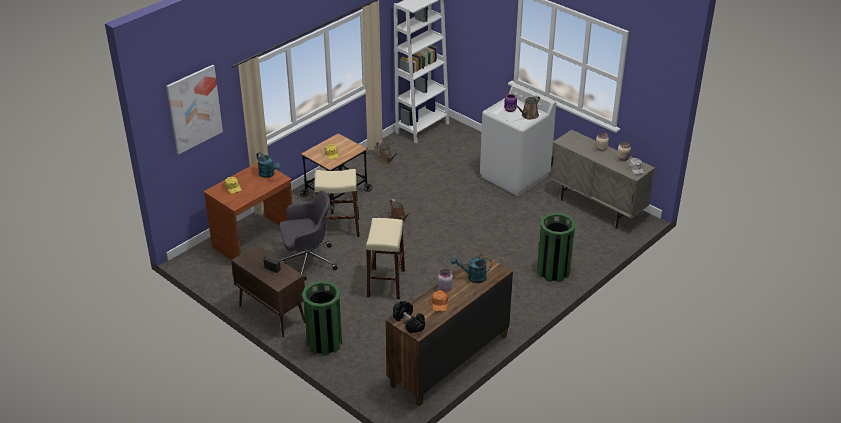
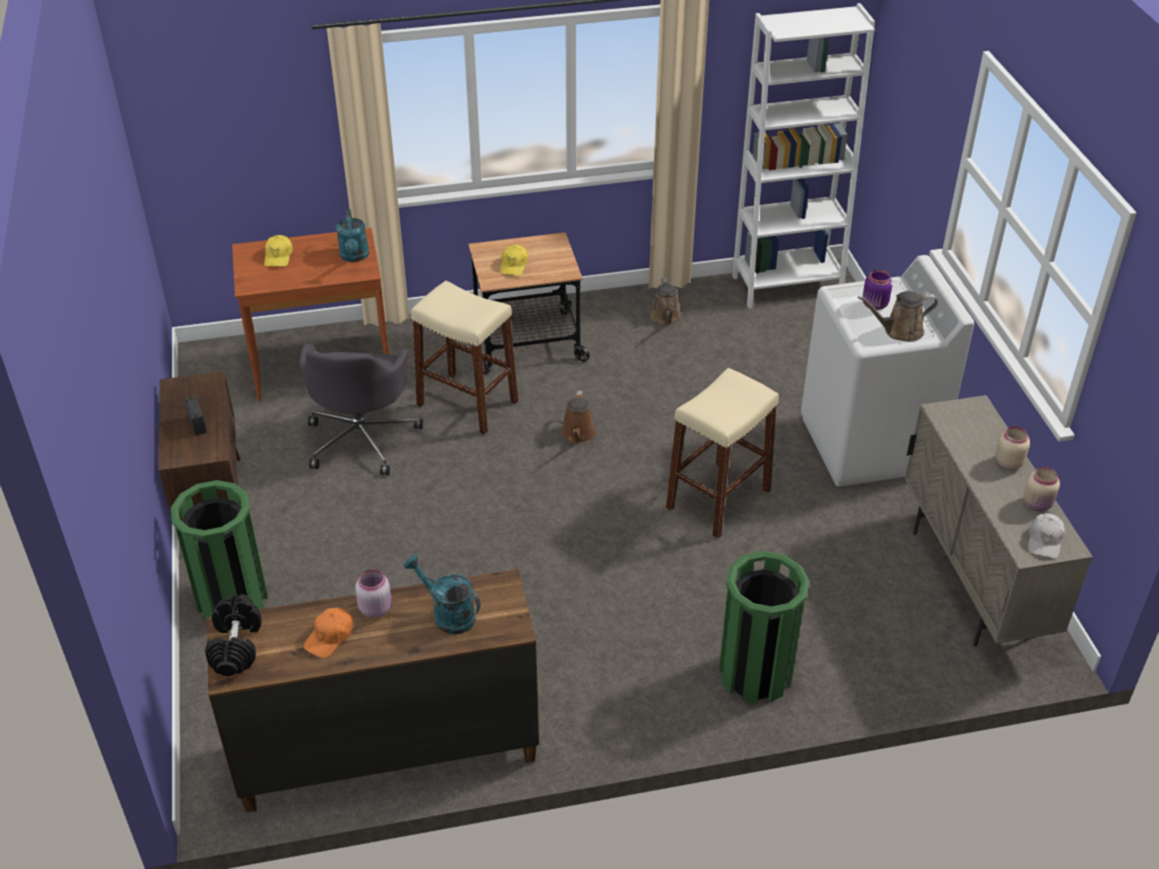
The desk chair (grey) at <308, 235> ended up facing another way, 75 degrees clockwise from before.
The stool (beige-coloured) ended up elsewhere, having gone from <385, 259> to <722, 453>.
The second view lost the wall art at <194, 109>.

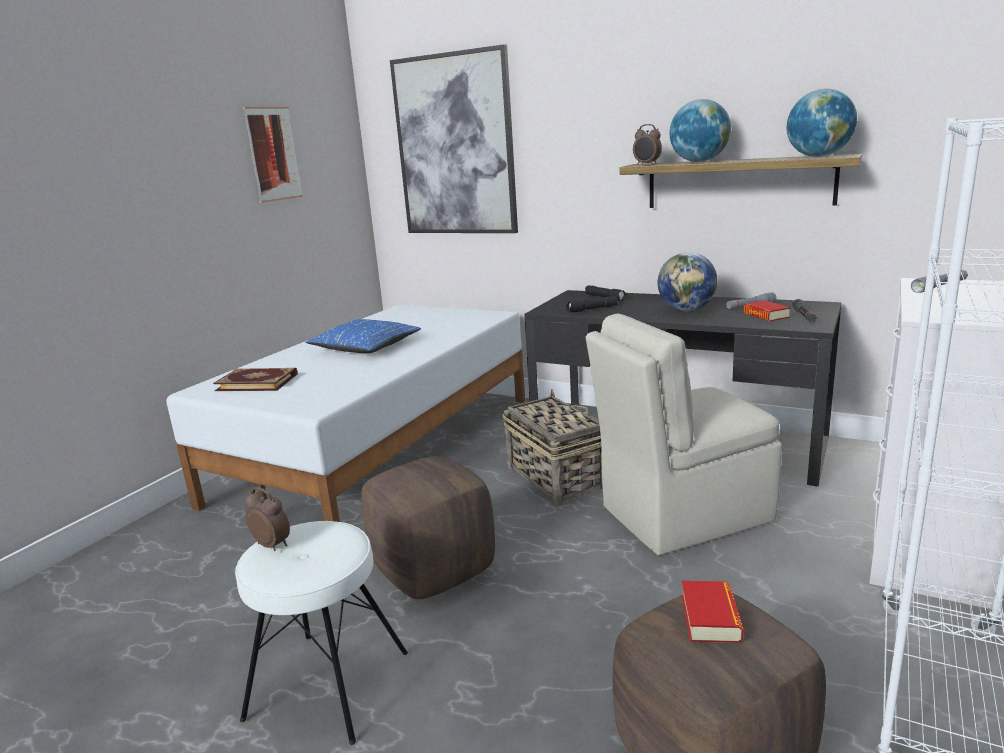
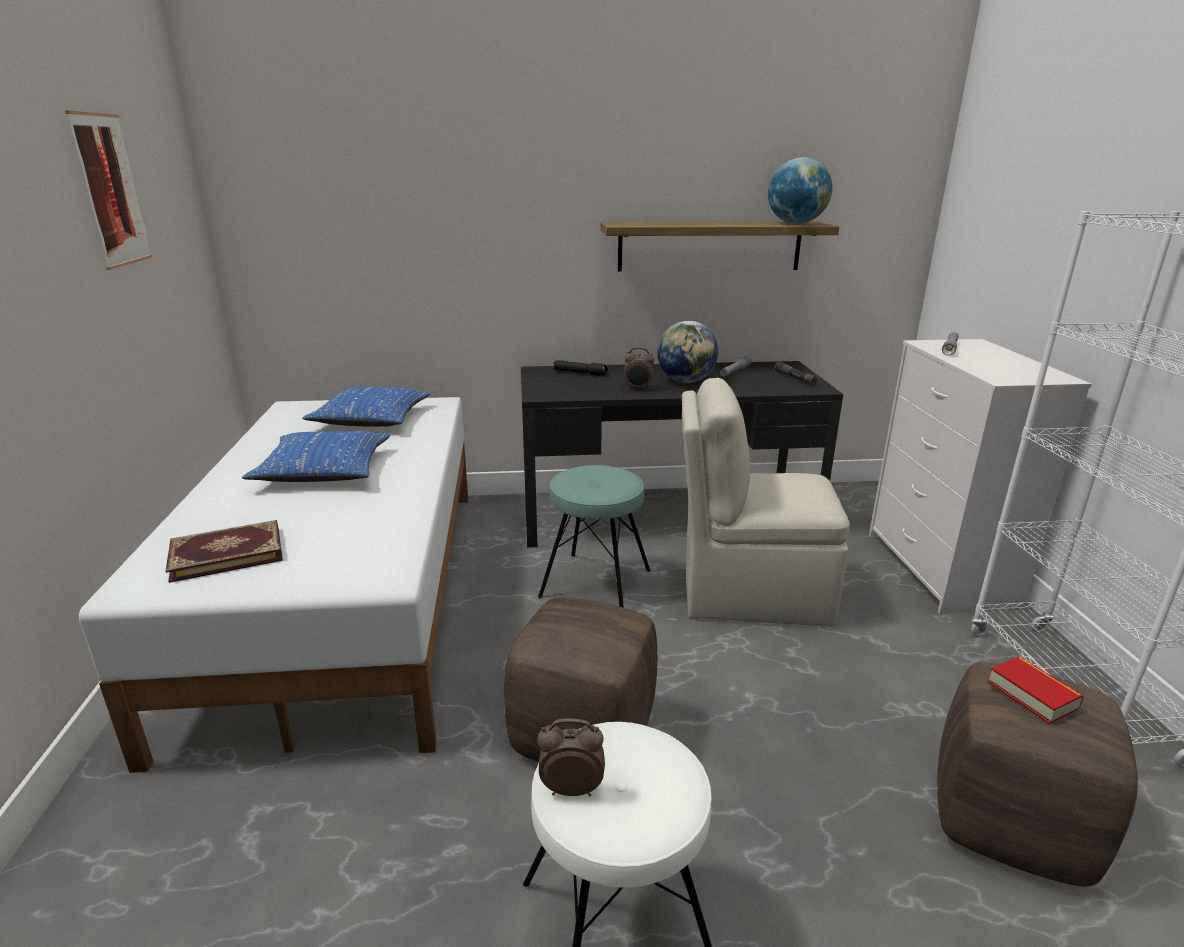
The second view gained the throw pillow (blue) at <366, 407>.
Where the storage basket stood at <552, 448>, the stool (turquoise-coloured) came to stand at <594, 536>.
The table clock ended up elsewhere, having gone from <647, 144> to <638, 369>.
The plain chair (beige-coloured) at <684, 434> ended up facing another way, 60 degrees clockwise from before.
The second view lost the wall art at <454, 138>.
The second view lost the flashlight (black) at <591, 304>.
The second view lost the globe at <700, 130>.
The second view lost the volume at <766, 310>.

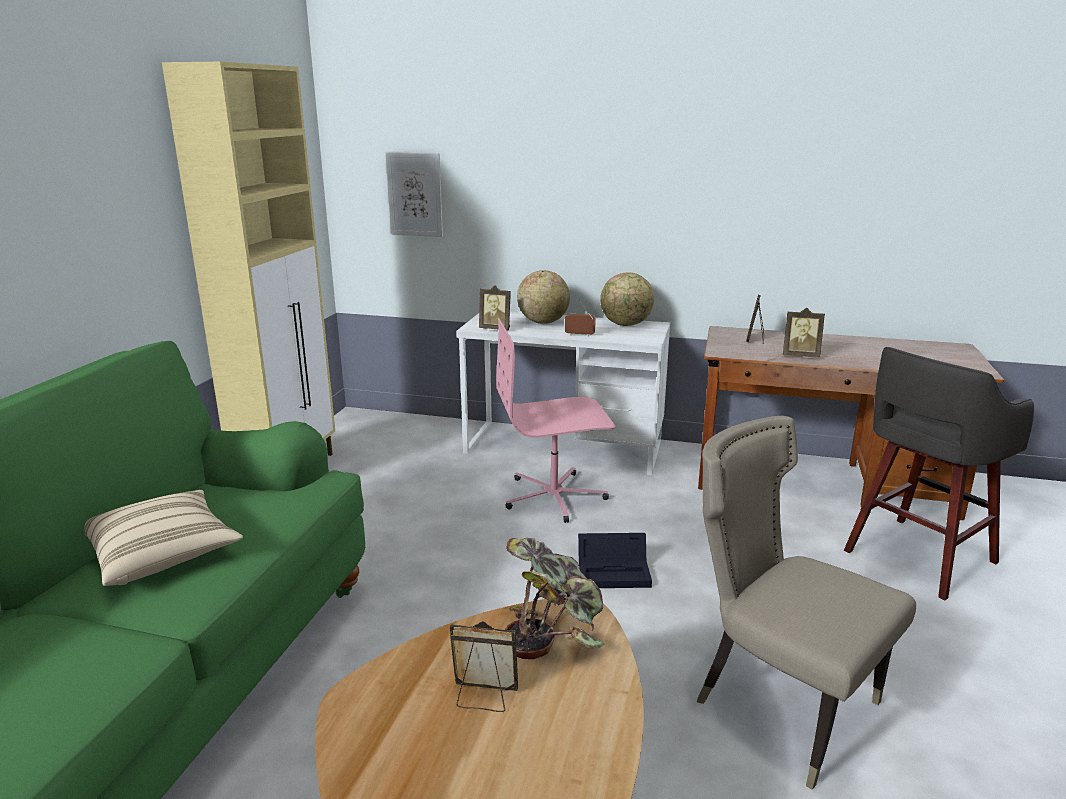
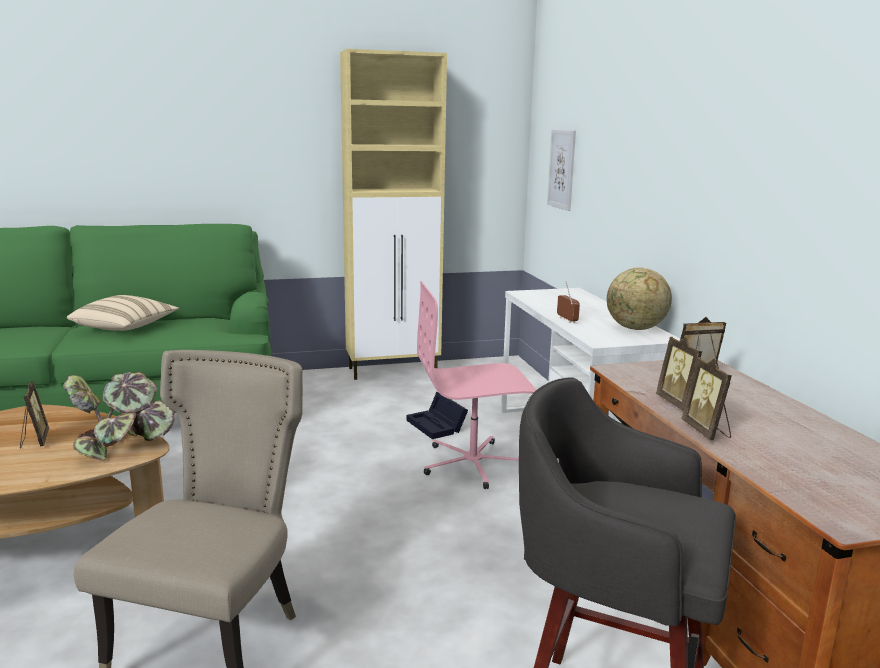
The storage bin (black) ended up elsewhere, having gone from <615, 560> to <437, 415>.
The desk chair (pink) at <556, 420> ended up facing another way, 60 degrees counterclockwise from before.
The picture frame ended up elsewhere, having gone from <495, 307> to <706, 398>.
The second view lost the globe at <543, 297>.

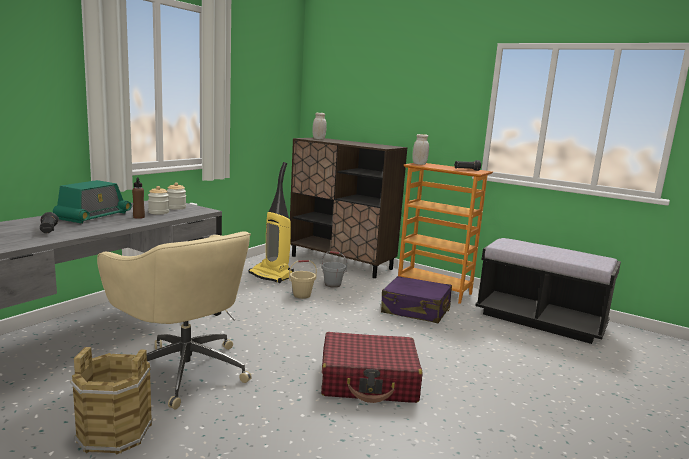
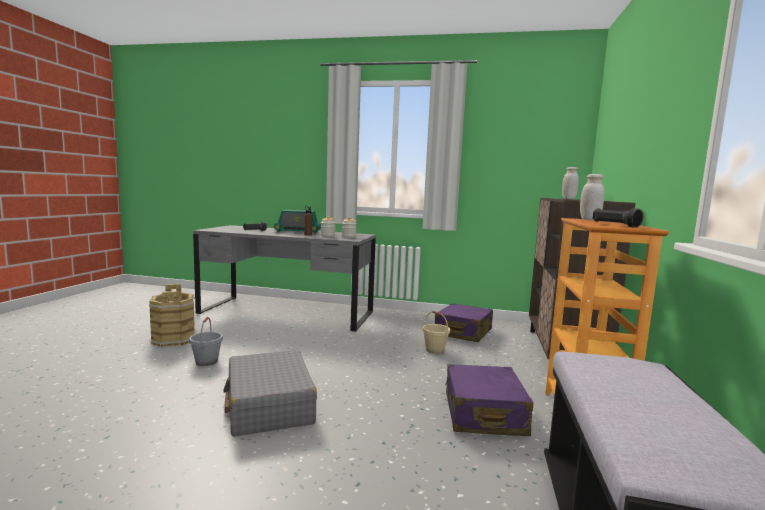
The pail (grey) ended up elsewhere, having gone from <334, 269> to <206, 341>.
What was the suitcase (red) at <372, 367> turned into the suitcase (grey) at <270, 393>.
Where the vacuum stood at <271, 222>, the suitcase (purplish) came to stand at <464, 322>.
The second view lost the desk chair (beige-coloured) at <174, 320>.

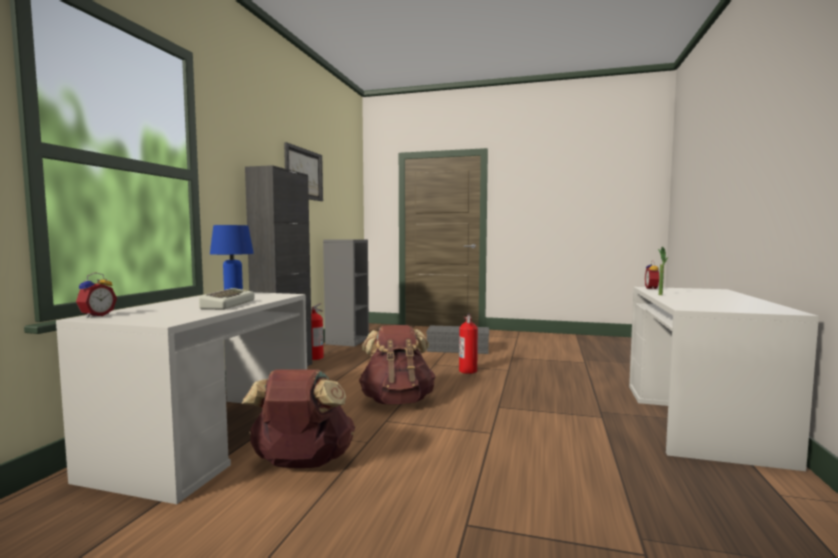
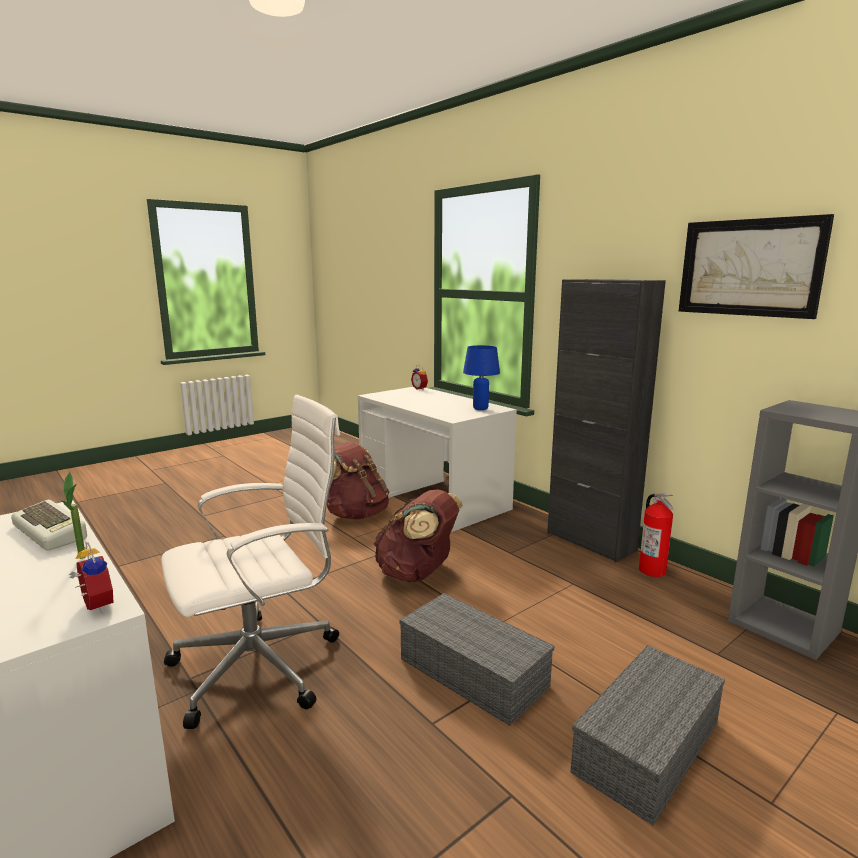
The keyboard ended up elsewhere, having gone from <227, 299> to <49, 525>.
The second view gained the desk chair (white-coloured) at <250, 562>.
Where the fire-fighting cylinder stood at <468, 343>, the storage bin (grey) came to stand at <476, 659>.

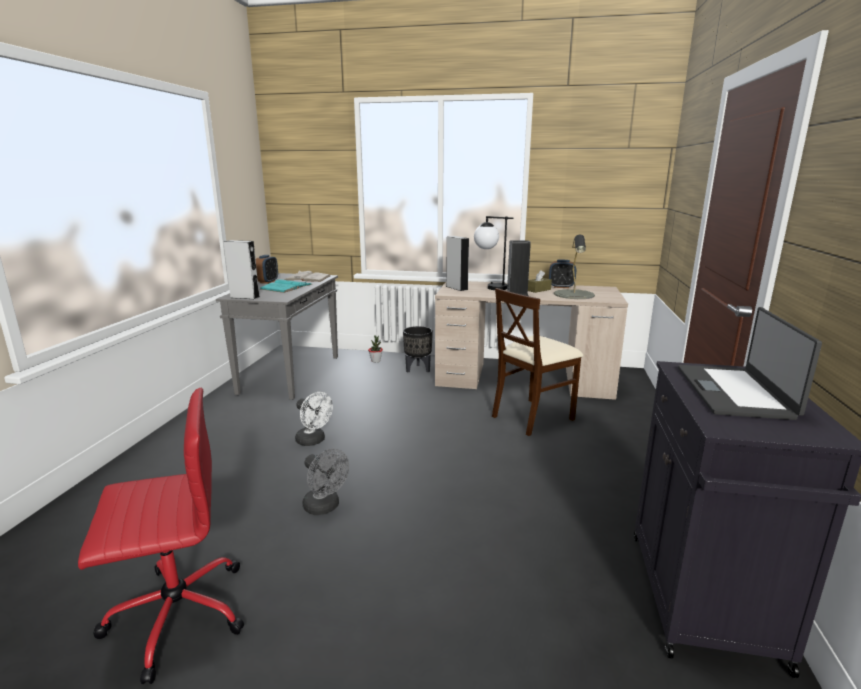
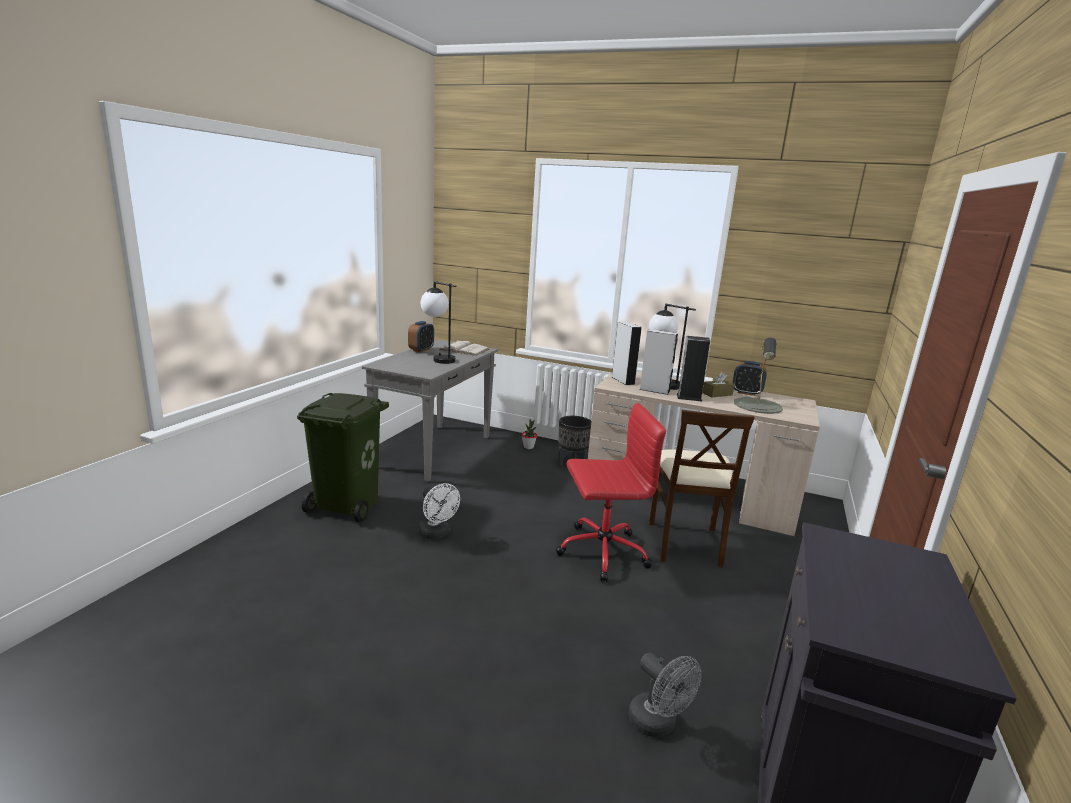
The second view gained the waste bin (greenish) at <343, 457>.
Where the volume (turquoise-coloured) stood at <286, 286>, the tabletop lamp came to stand at <439, 322>.
The desk chair (red) ended up elsewhere, having gone from <161, 536> to <611, 492>.
The cooling fan (grey) ended up elsewhere, having gone from <325, 482> to <664, 694>.
The audio speaker (grey) ended up elsewhere, having gone from <241, 269> to <658, 362>.
The plain chair (beige-coloured) at <537, 362> ended up facing another way, 60 degrees counterclockwise from before.
The second view lost the portable computer at <750, 363>.

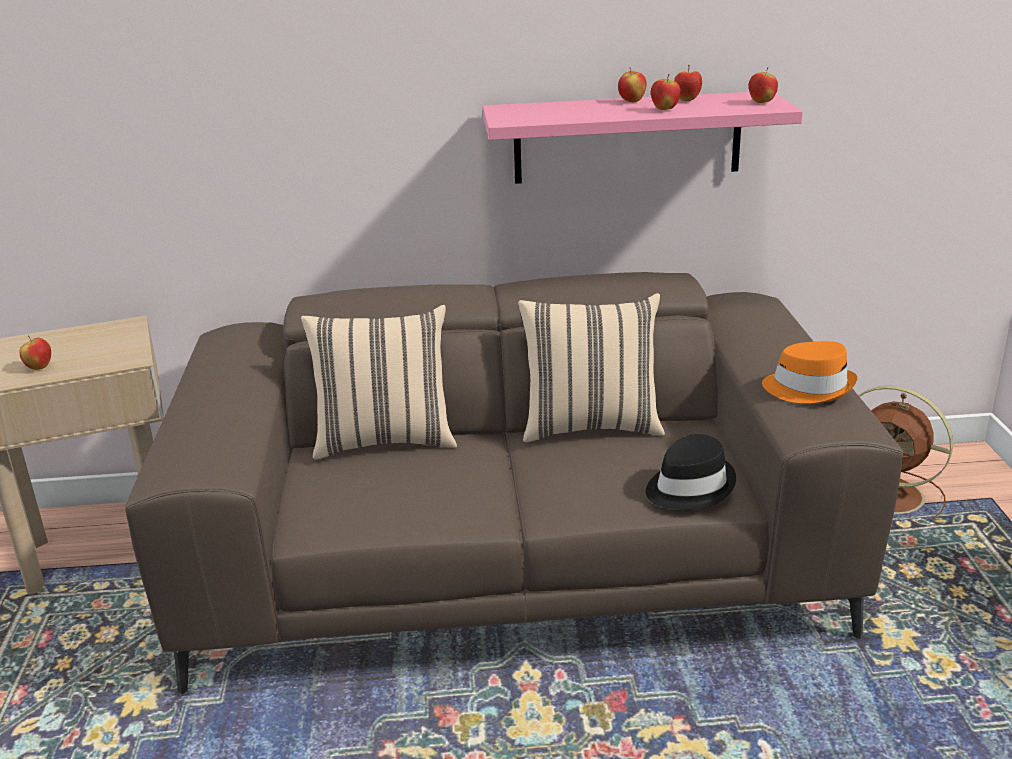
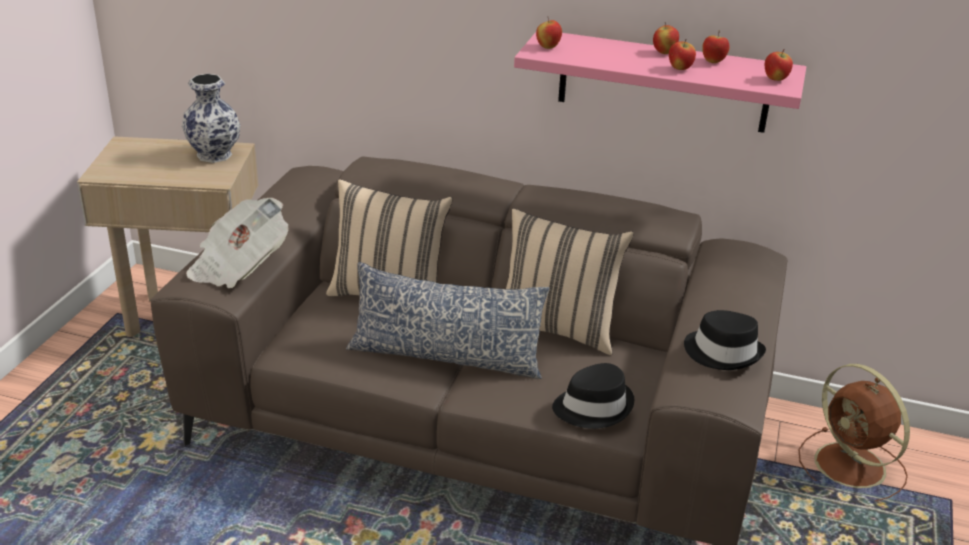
The second view gained the decorative vase at <211, 118>.
The second view gained the daily paper at <237, 243>.
The second view gained the throw pillow at <448, 320>.
The apple fruit ended up elsewhere, having gone from <35, 352> to <549, 32>.
What was the clothing hat (orange-coloured) at <809, 372> turned into the clothing hat (black) at <725, 340>.

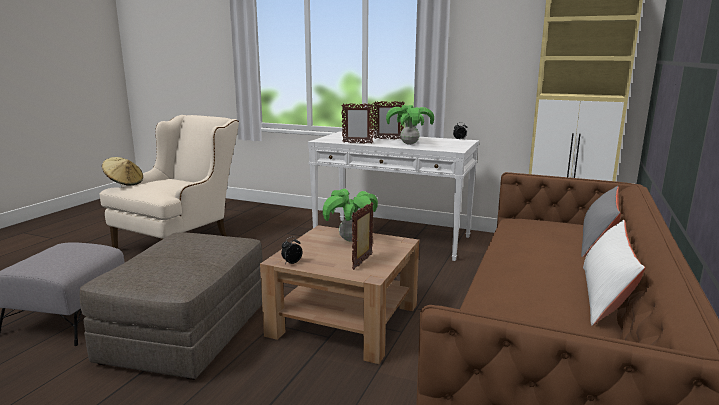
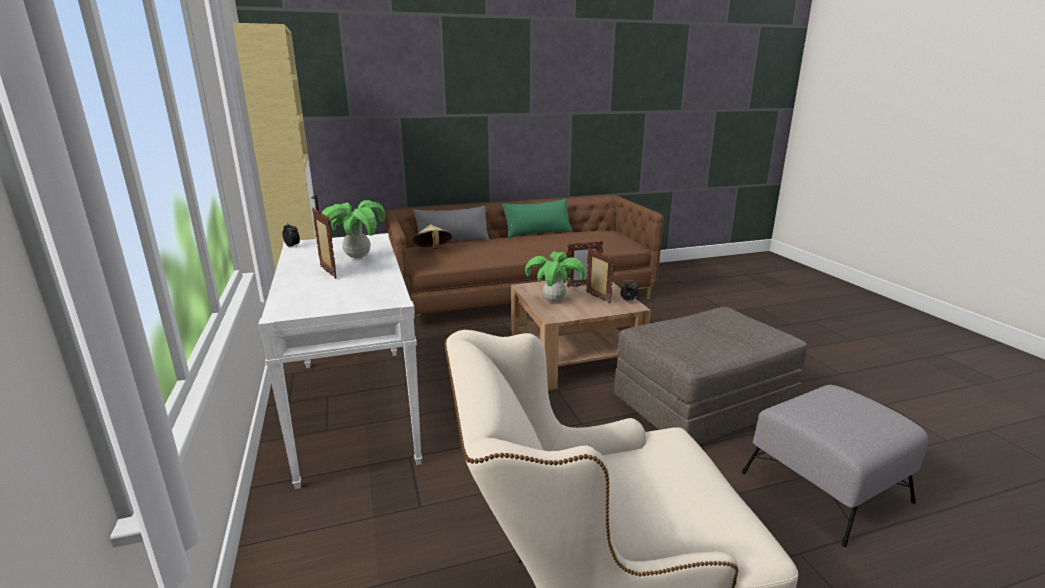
The clothing hat (beige-coloured) ended up elsewhere, having gone from <122, 171> to <432, 236>.
What was the throw pillow (white-coloured) at <614, 273> turned into the throw pillow (greenish) at <537, 218>.
The picture frame ended up elsewhere, having gone from <357, 124> to <600, 275>.

